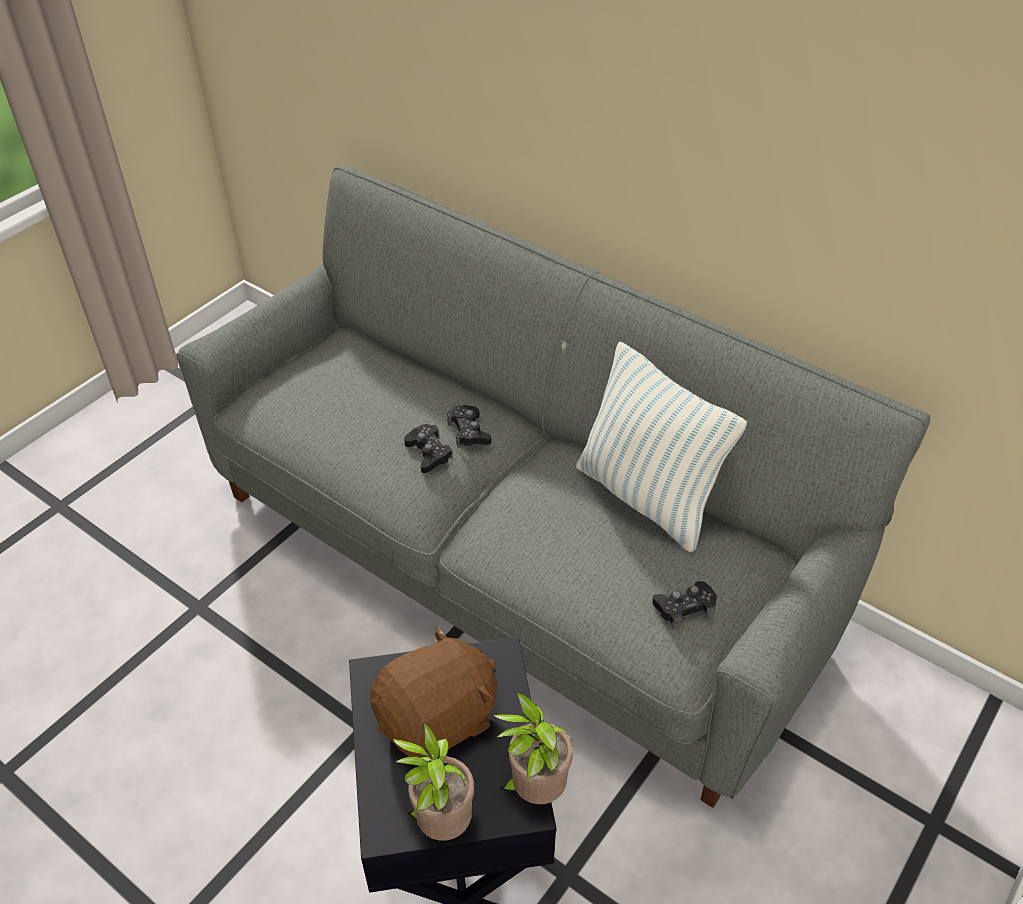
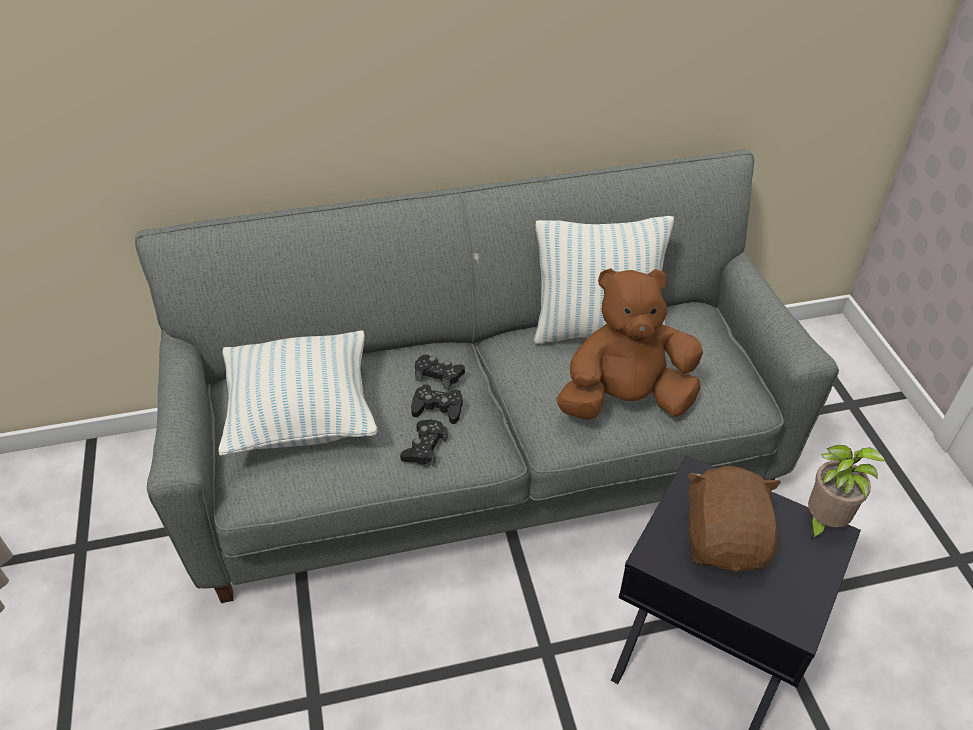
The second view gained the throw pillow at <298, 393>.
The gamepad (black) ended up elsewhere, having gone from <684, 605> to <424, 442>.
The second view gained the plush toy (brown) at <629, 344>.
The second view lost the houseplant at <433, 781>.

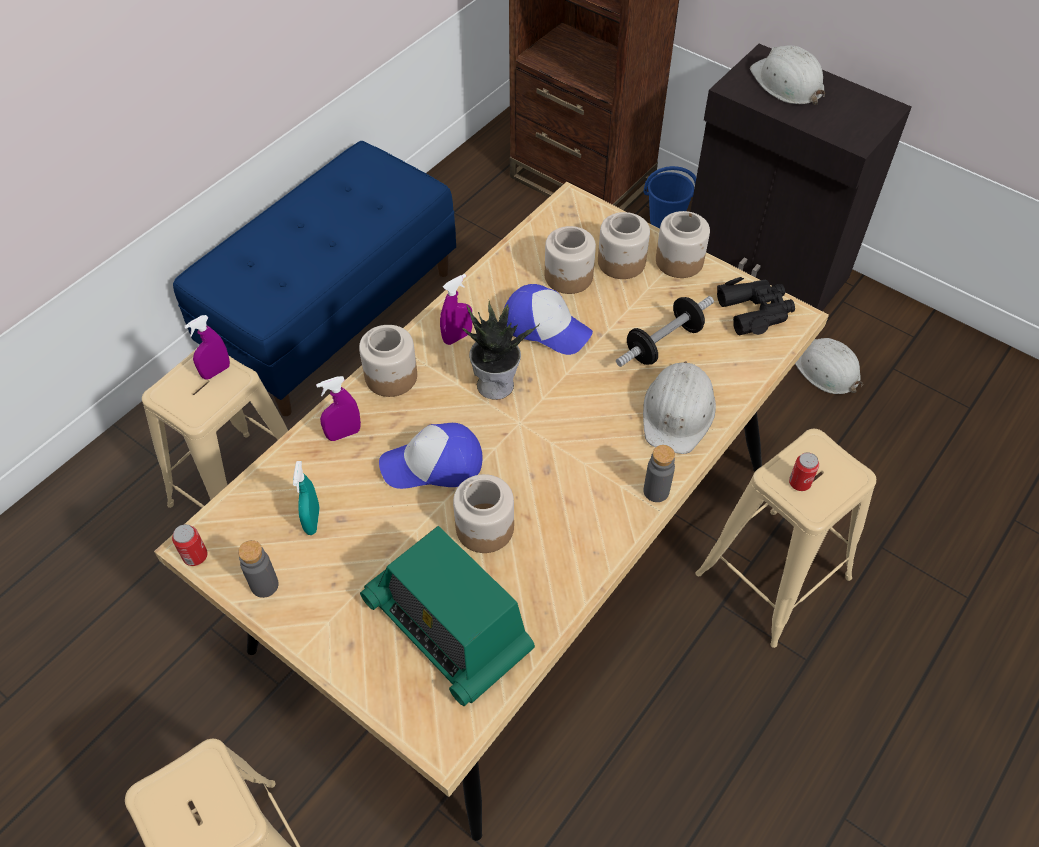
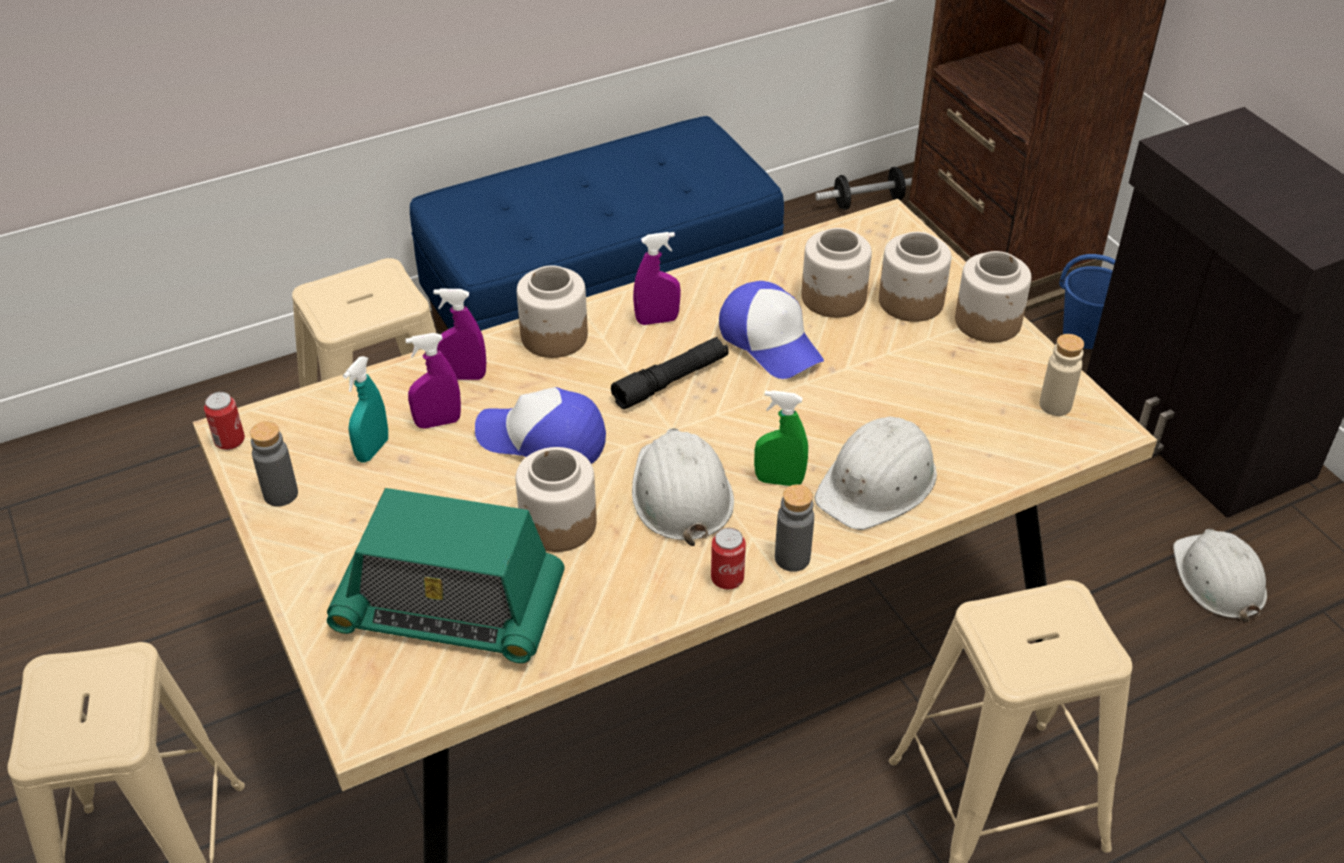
The radio set at <447, 616> ended up facing another way, 60 degrees counterclockwise from before.
The spray bottle (purplish) ended up elsewhere, having gone from <207, 347> to <433, 381>.
Where the houseplant stood at <500, 350>, the flashlight (black) came to stand at <670, 373>.
The work helmet (white-coloured) ended up elsewhere, having gone from <787, 75> to <683, 487>.
The sealed can ended up elsewhere, having gone from <804, 471> to <728, 558>.
The second view gained the spray bottle (greenish) at <781, 438>.
The free weight ended up elsewhere, having gone from <665, 331> to <863, 188>.
Where the field glasses (black) stood at <756, 306>, the bottle (beige-coloured) came to stand at <1061, 375>.

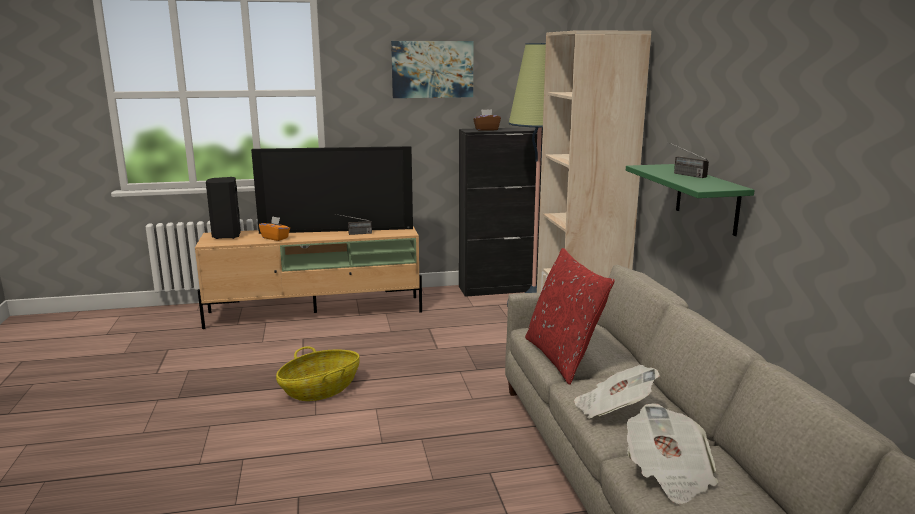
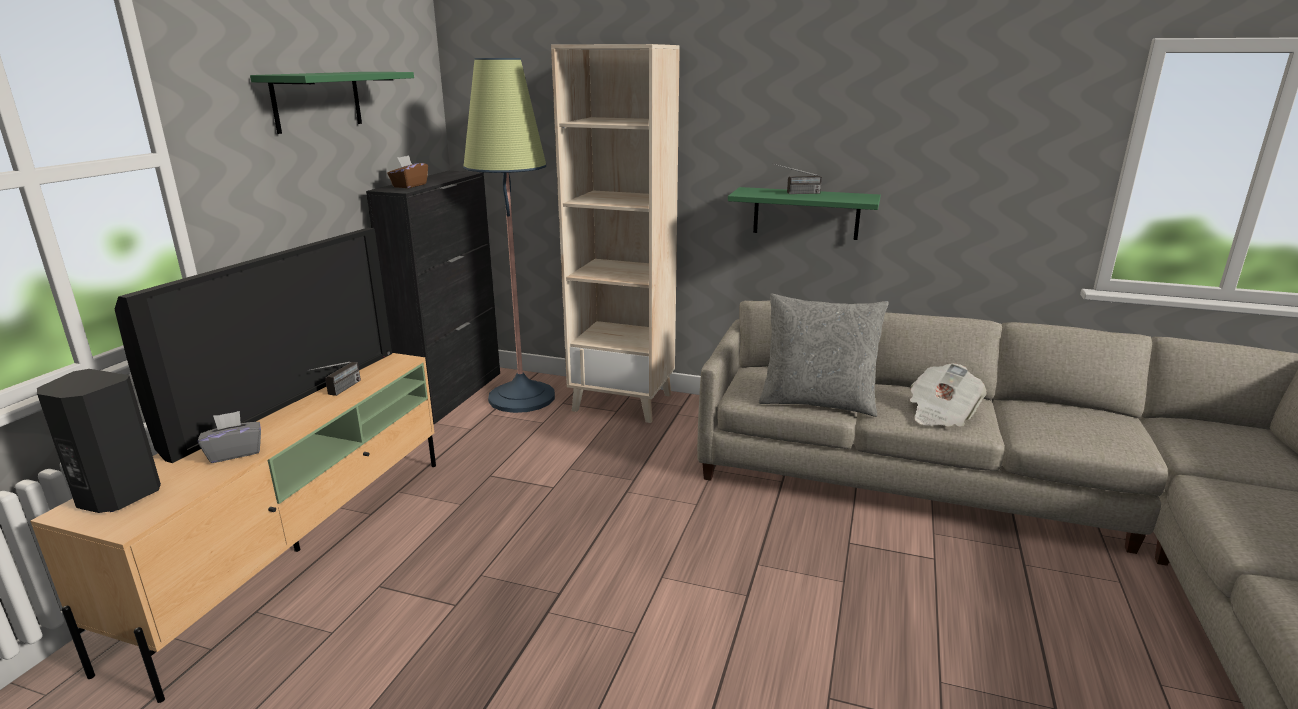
What was the box of tissues (orange-coloured) at <274, 228> turned into the box of tissues (grey) at <229, 437>.
Where the wall art hung at <432, 69>, the wall shelf (greenish) came to hang at <332, 103>.
What was the throw pillow (red) at <570, 316> turned into the throw pillow (grey) at <824, 355>.
The second view lost the storage basket at <318, 373>.
The second view lost the daily paper at <672, 453>.

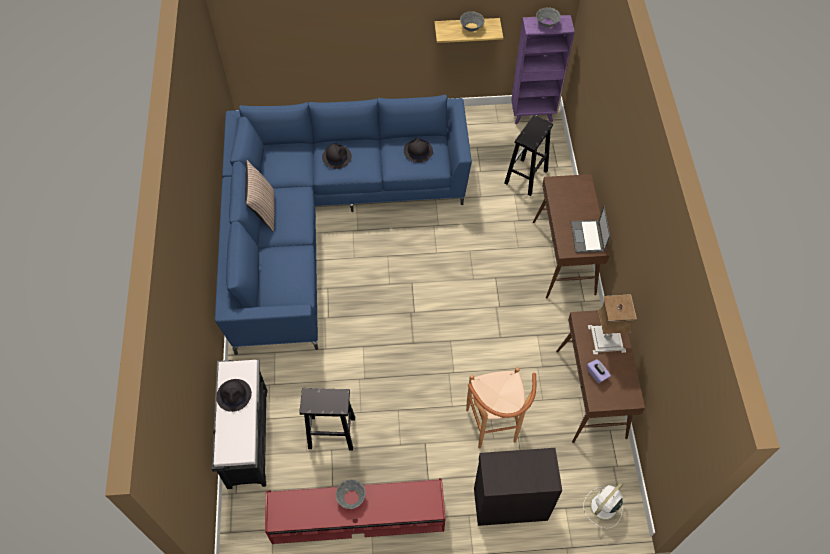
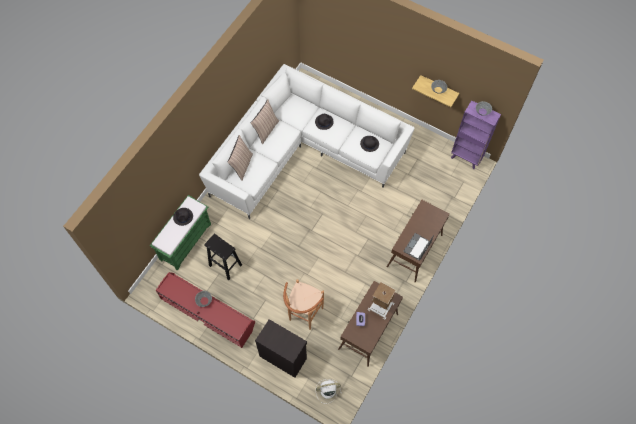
What was the indoor bench (black) at <239, 424> turned into the indoor bench (greenish) at <180, 233>.
What was the settee (blue) at <343, 225> turned into the settee (white-coloured) at <307, 141>.
The second view gained the throw pillow at <240, 158>.
The second view lost the stool (black) at <528, 155>.

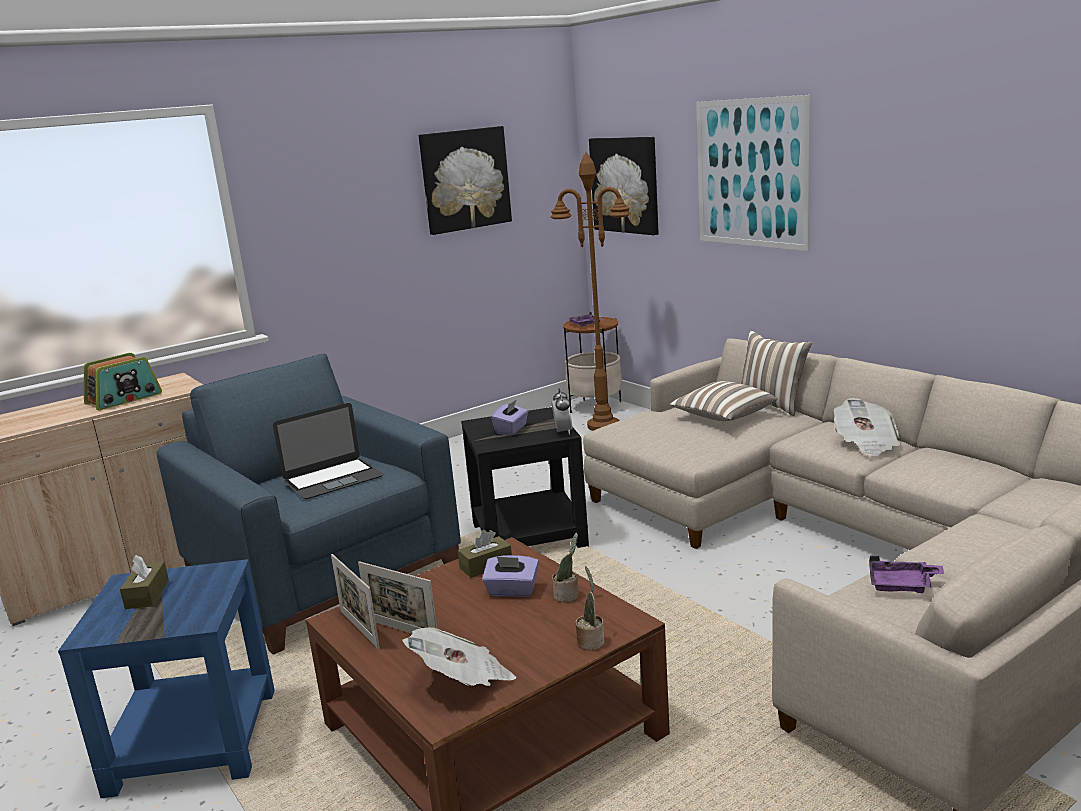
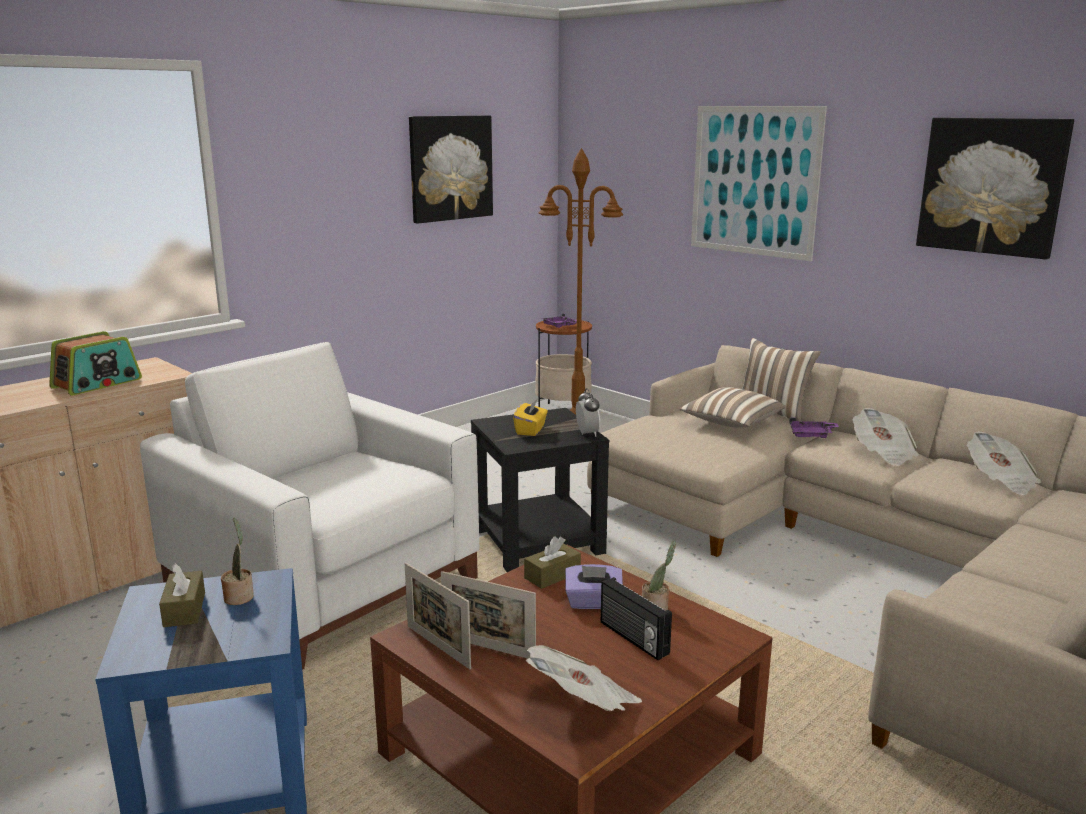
What was the lounge chair (blue) at <309, 504> turned into the lounge chair (white-coloured) at <309, 506>.
The houseplant ended up elsewhere, having gone from <590, 608> to <237, 561>.
What was the box of tissues (purplish) at <509, 417> turned into the box of tissues (yellow-coloured) at <530, 418>.
The second view gained the radio set at <636, 618>.
The carrying tray (purplish) ended up elsewhere, having gone from <906, 574> to <814, 427>.
The wall art ended up elsewhere, having gone from <623, 186> to <995, 188>.
The second view gained the daily paper at <1004, 463>.
The second view lost the portable computer at <328, 451>.

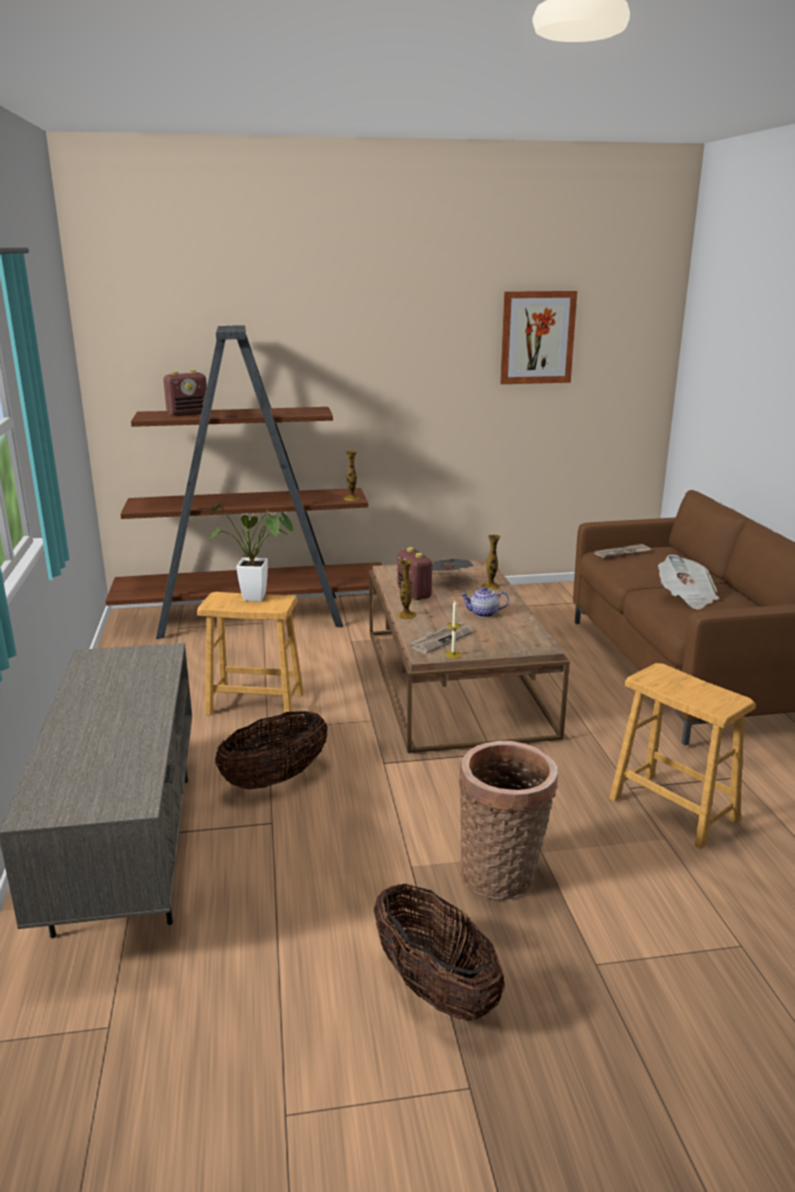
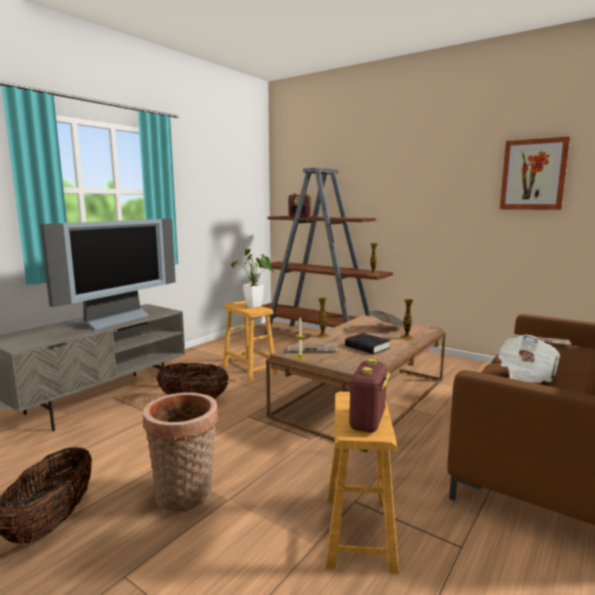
The second view gained the TV set at <108, 274>.
Where the pot for tea stood at <484, 602>, the volume (black) came to stand at <368, 343>.
The radio set ended up elsewhere, having gone from <416, 573> to <369, 396>.

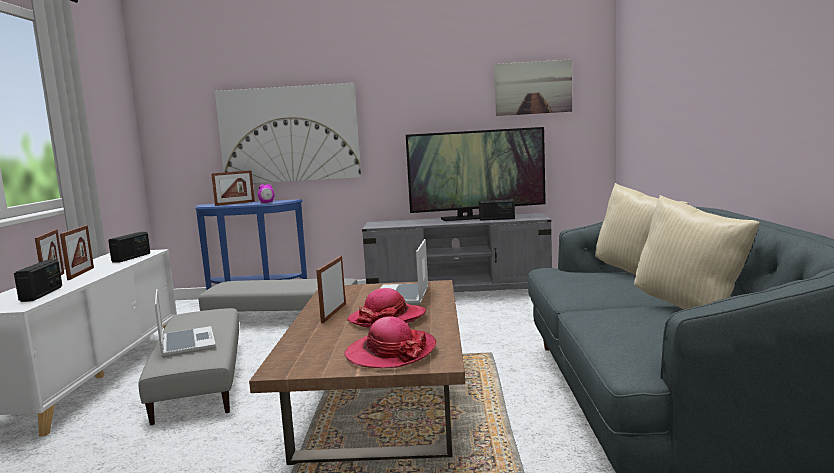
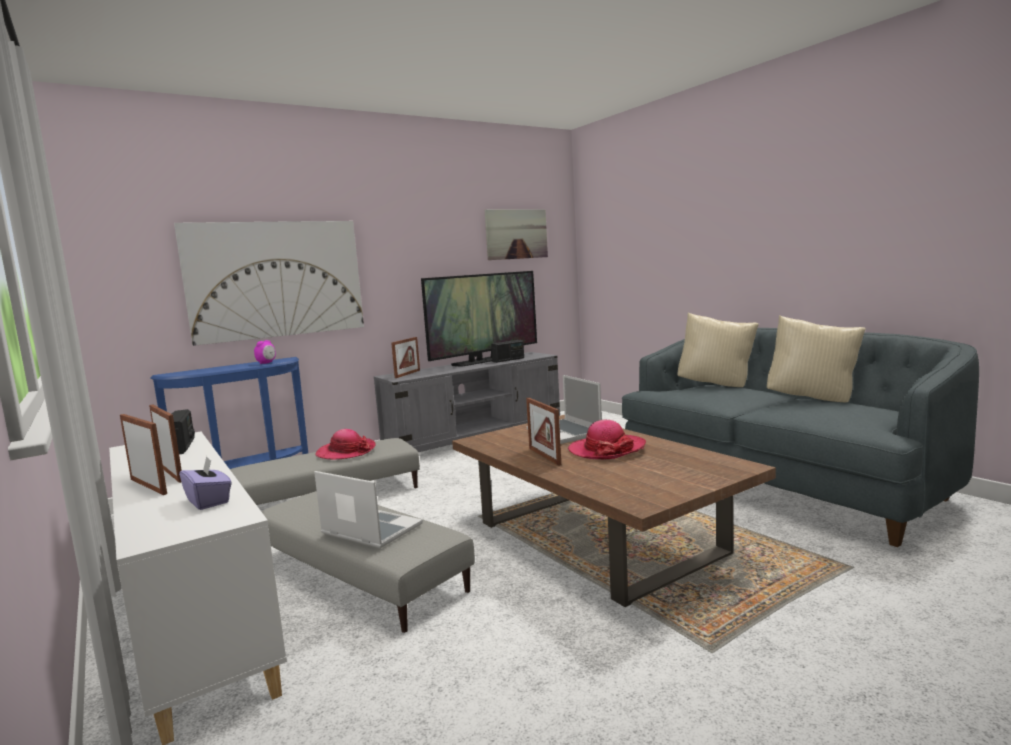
Where the radio set stood at <38, 280>, the box of tissues (purplish) came to stand at <205, 483>.
The clothing hat ended up elsewhere, having gone from <390, 342> to <345, 444>.
The picture frame ended up elsewhere, having gone from <233, 188> to <405, 357>.

